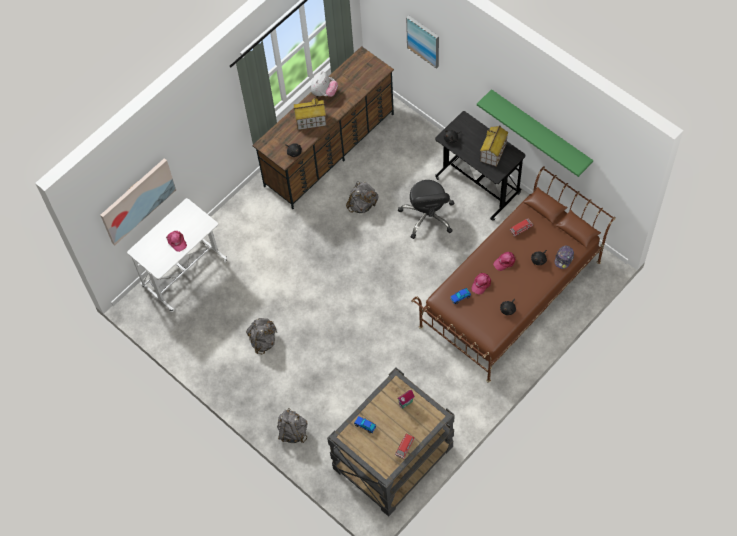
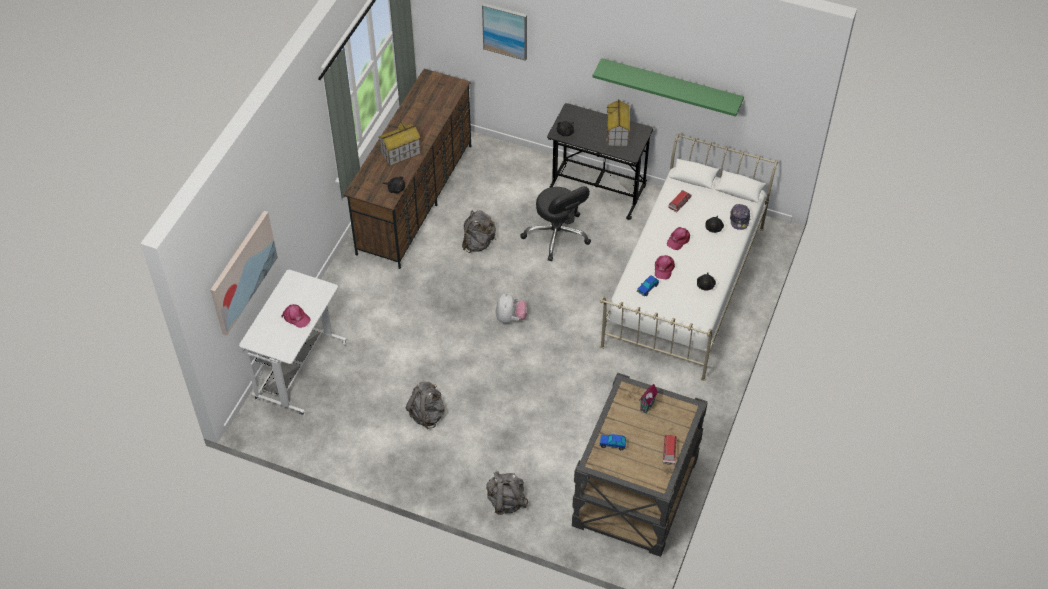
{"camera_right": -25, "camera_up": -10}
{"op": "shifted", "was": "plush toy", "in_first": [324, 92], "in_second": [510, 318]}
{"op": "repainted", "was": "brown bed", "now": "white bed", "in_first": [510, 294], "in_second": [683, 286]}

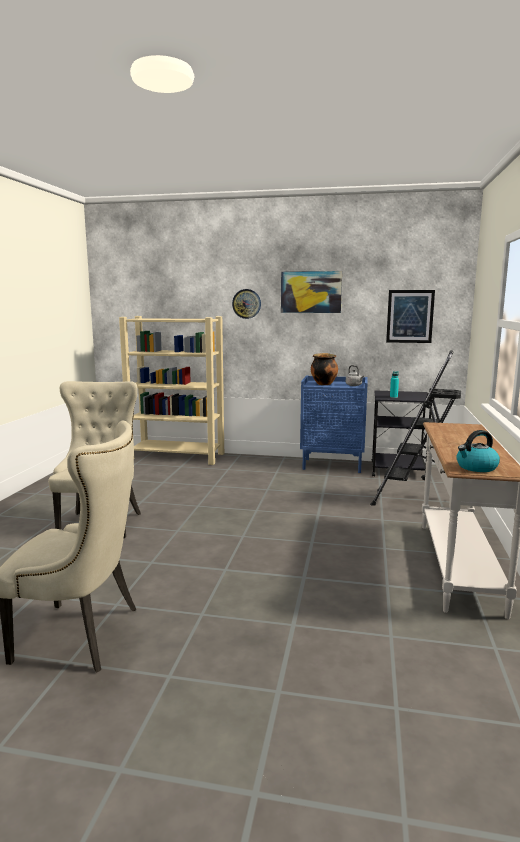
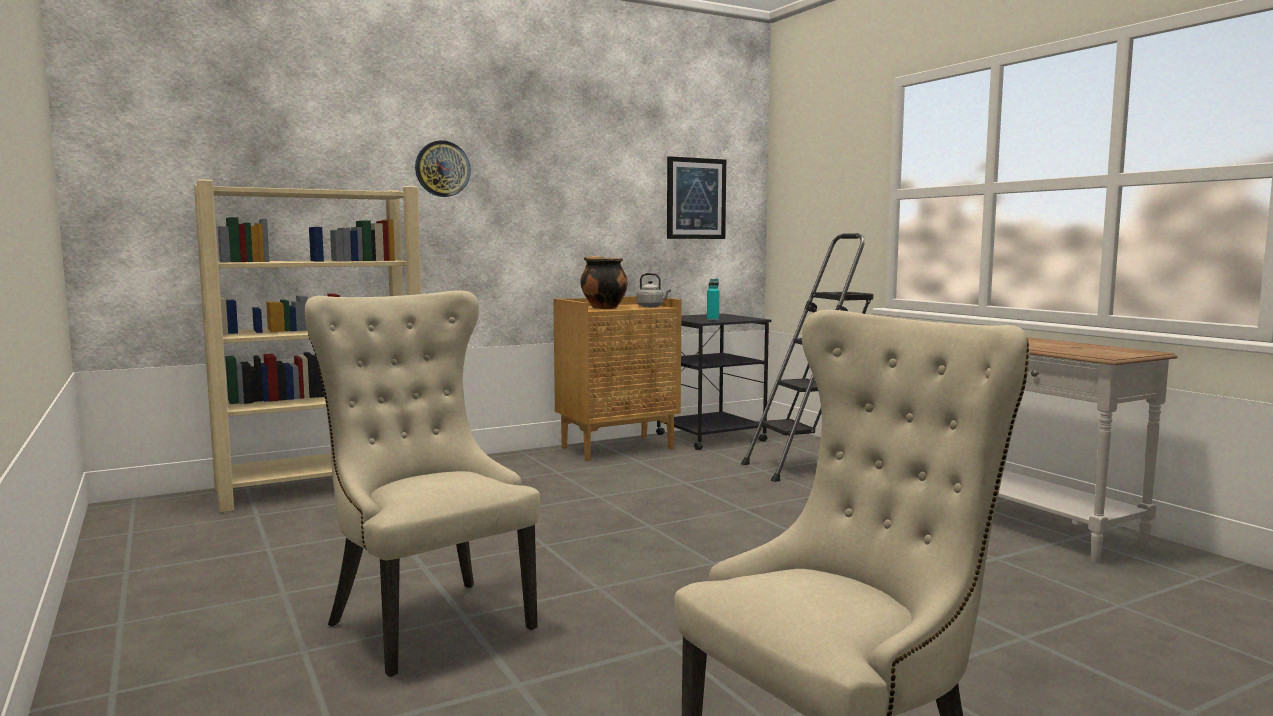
{"camera_right": -40, "camera_up": -5}
{"op": "gone", "was": "picture", "in_first": [311, 292]}
{"op": "repainted", "was": "blue cabinet", "now": "brown cabinet", "in_first": [333, 465], "in_second": [618, 448]}
{"op": "gone", "was": "kettle", "in_first": [476, 467]}

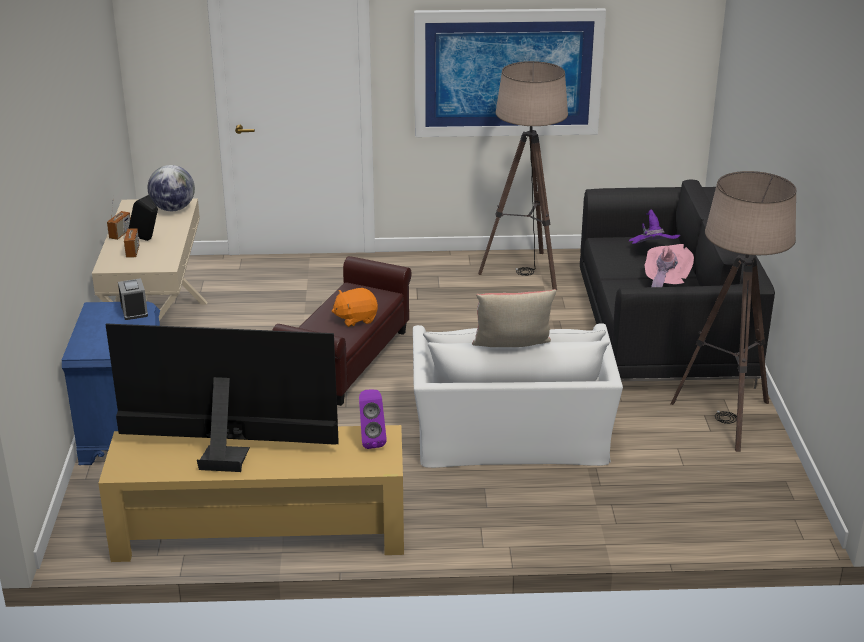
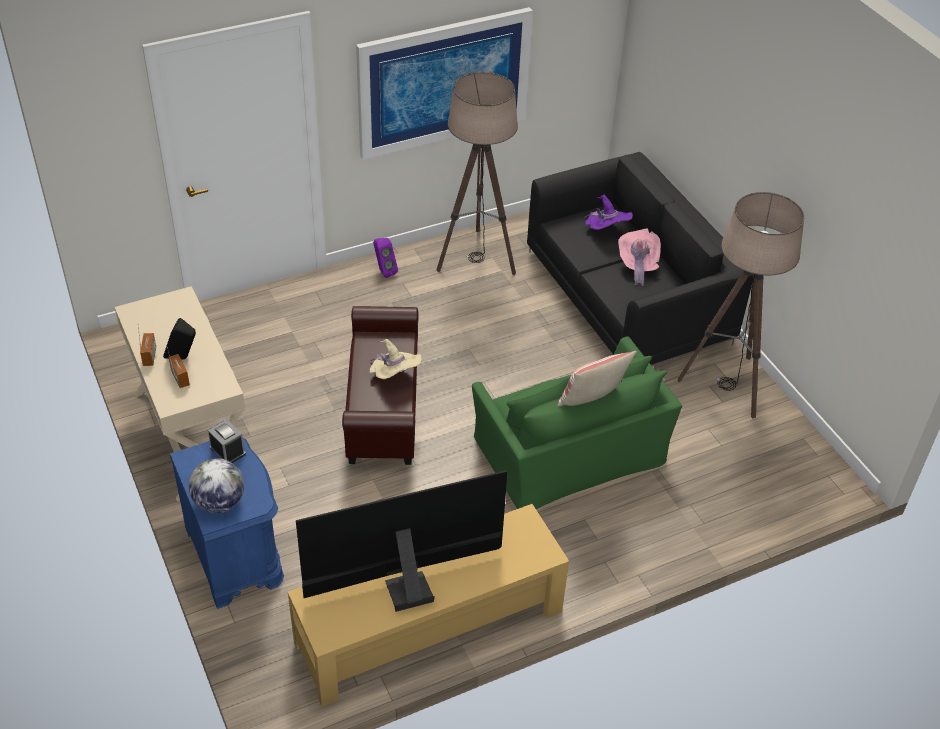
{"camera_right": -25, "camera_up": 15}
{"op": "shifted", "was": "globe", "in_first": [173, 209], "in_second": [219, 503]}
{"op": "swapped", "was": "orange plush toy", "now": "beige hat", "in_first": [355, 319], "in_second": [394, 376]}
{"op": "shifted", "was": "purple speaker", "in_first": [371, 440], "in_second": [384, 271]}
{"op": "repainted", "was": "white armchair", "now": "green armchair", "in_first": [510, 430], "in_second": [569, 449]}

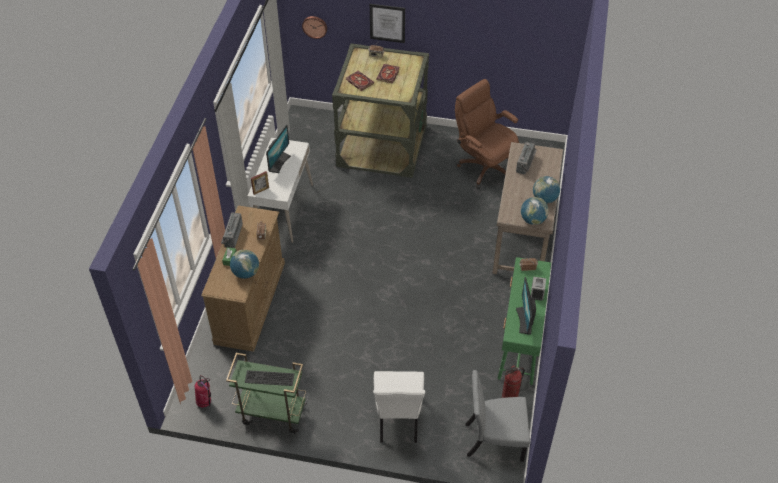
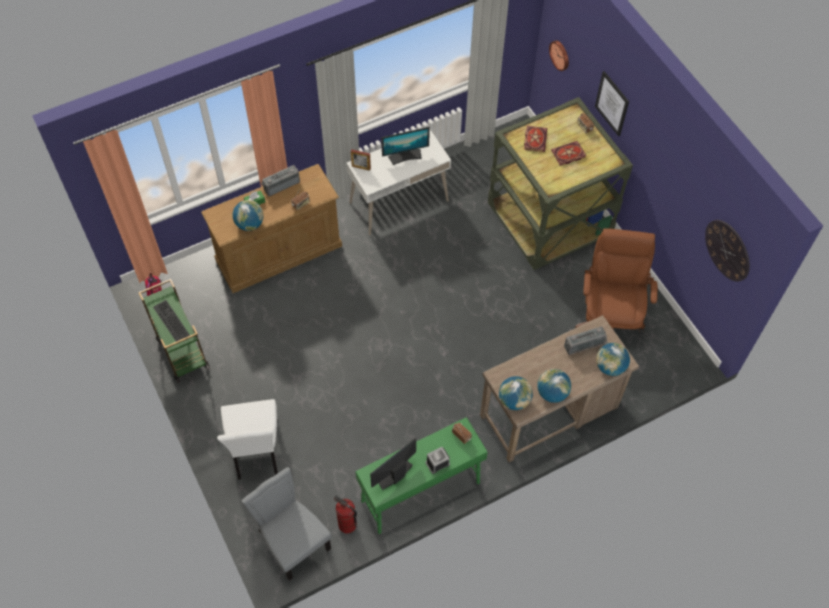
{"camera_right": 50, "camera_up": 10}
{"op": "rotated", "was": "white chair", "in_first": [398, 417], "in_second": [255, 448], "clockwise": -60}
{"op": "new", "now": "globe", "in_second": [610, 367]}
{"op": "new", "now": "wall clock", "in_second": [727, 250]}

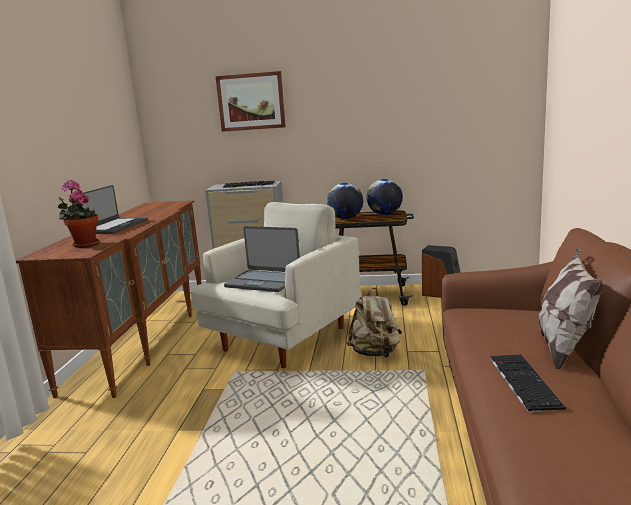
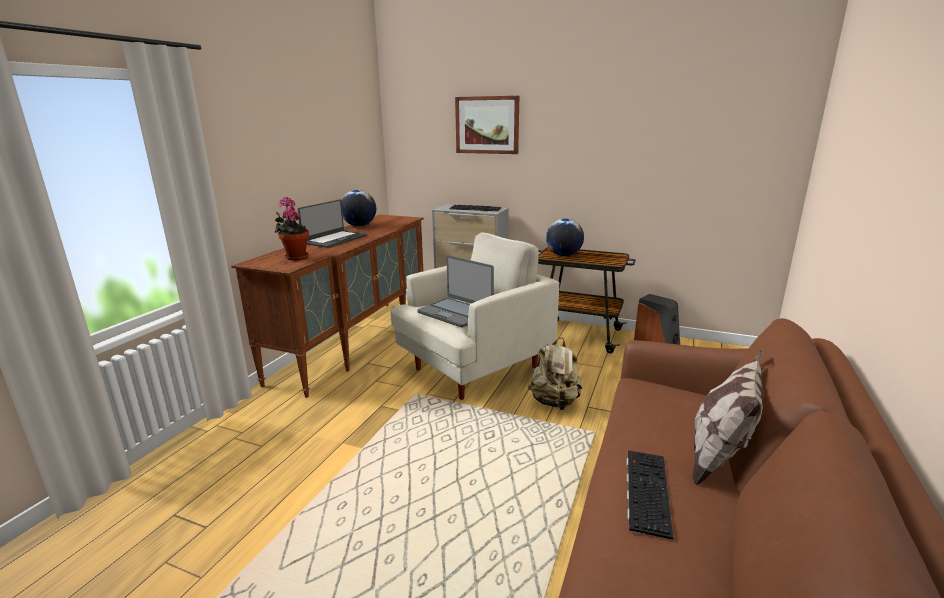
{"camera_right": 15, "camera_up": 5}
{"op": "shifted", "was": "globe", "in_first": [385, 214], "in_second": [359, 226]}

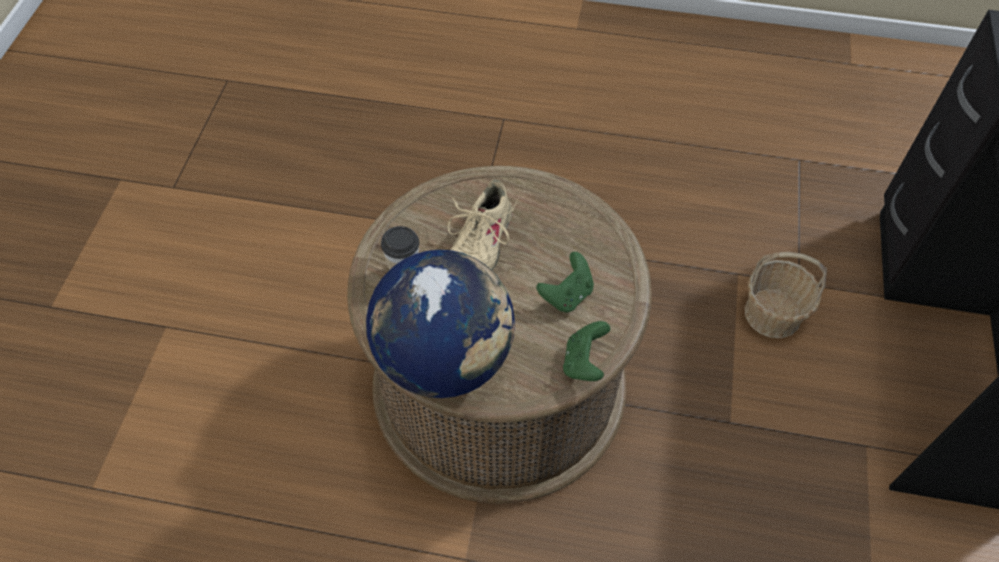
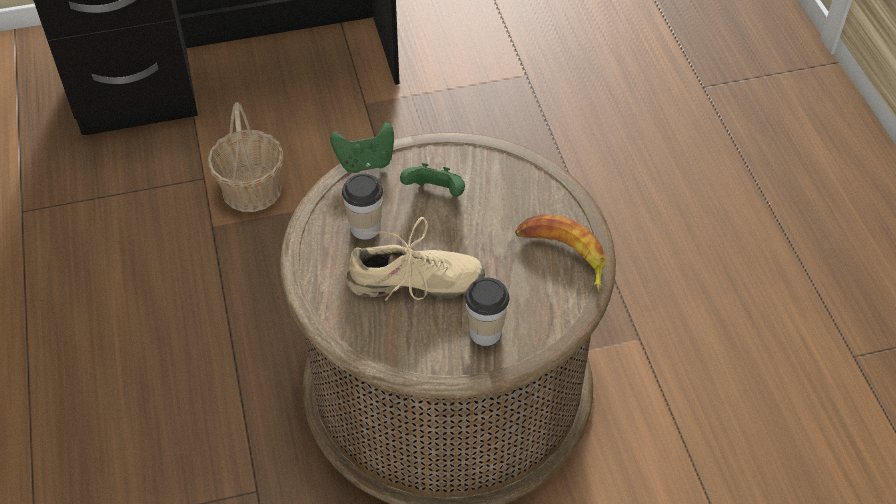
{"camera_right": -115, "camera_up": -5}
{"op": "swapped", "was": "globe", "now": "banana", "in_first": [445, 358], "in_second": [562, 255]}
{"op": "shifted", "was": "green game controller", "in_first": [584, 362], "in_second": [365, 162]}
{"op": "new", "now": "cup", "in_second": [365, 227]}

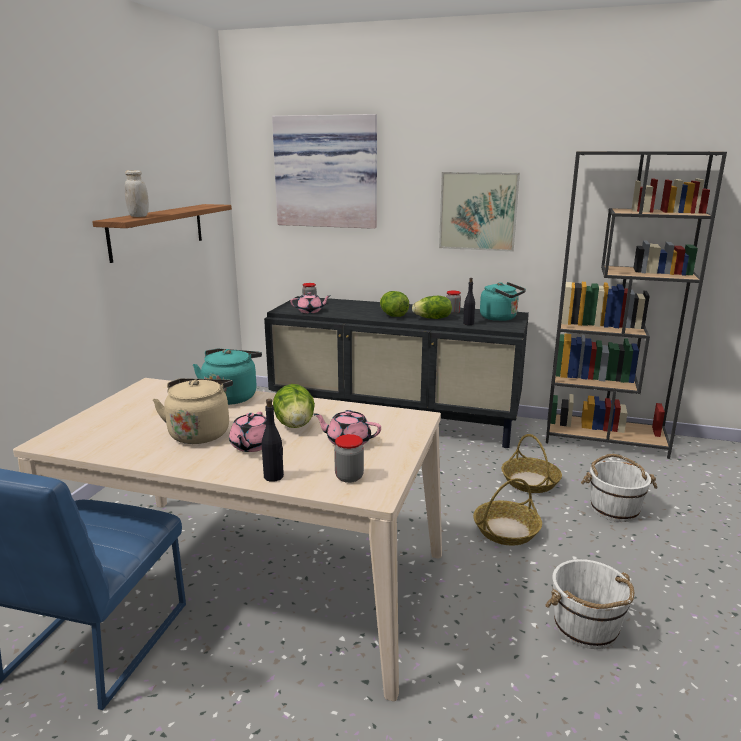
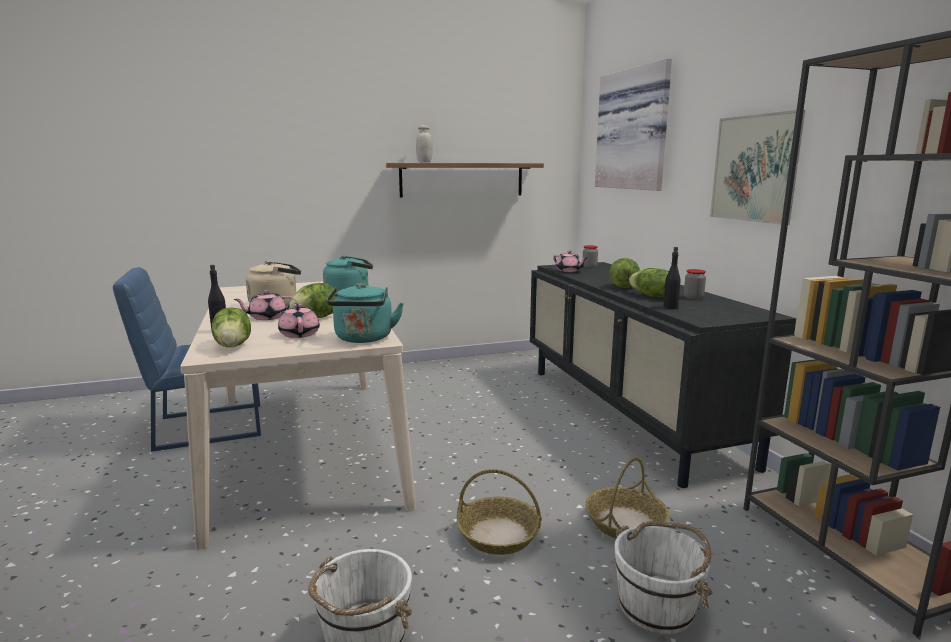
{"camera_right": 55, "camera_up": -5}
{"op": "swapped", "was": "jar", "now": "lettuce", "in_first": [349, 477], "in_second": [234, 345]}
{"op": "shifted", "was": "turquoise kettle", "in_first": [500, 318], "in_second": [363, 339]}

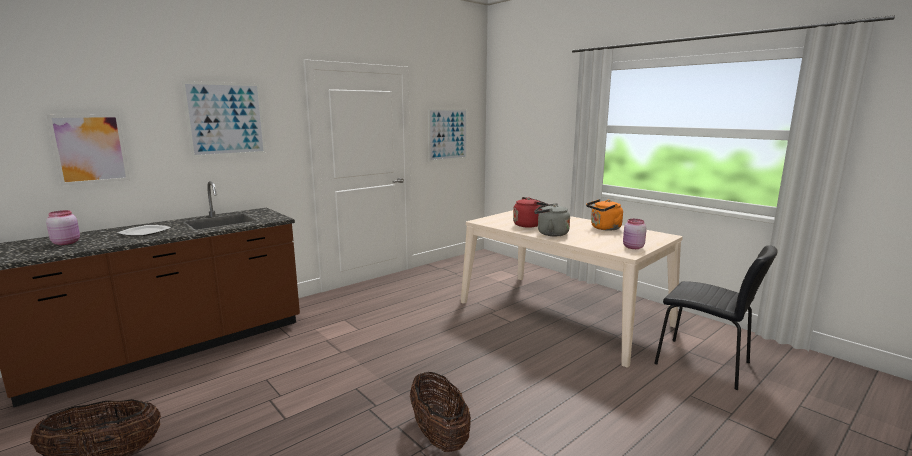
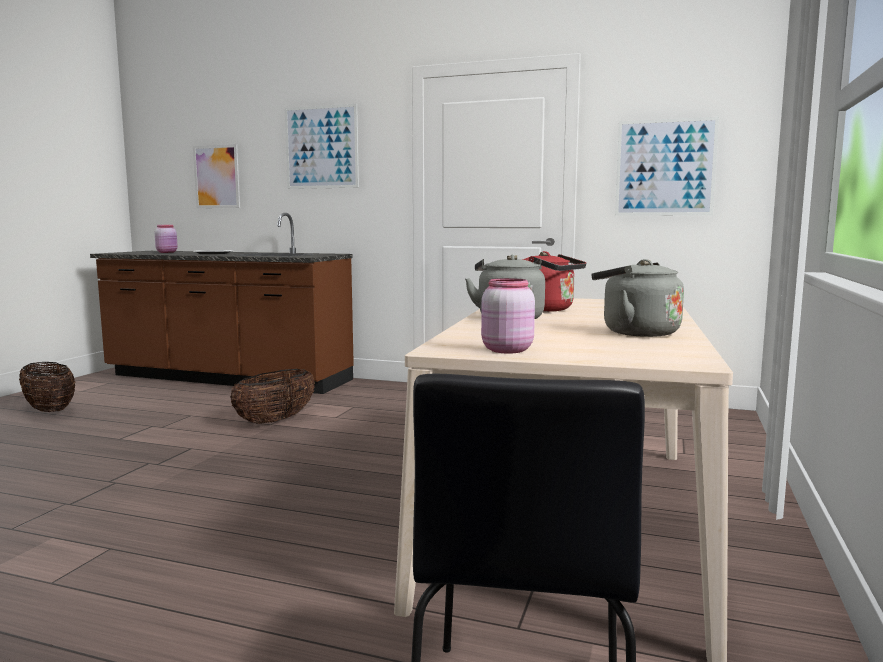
{"camera_right": 60, "camera_up": -5}
{"op": "shifted", "was": "basket", "in_first": [439, 435], "in_second": [275, 420]}
{"op": "repainted", "was": "orange kettle", "now": "grey kettle", "in_first": [604, 228], "in_second": [635, 332]}

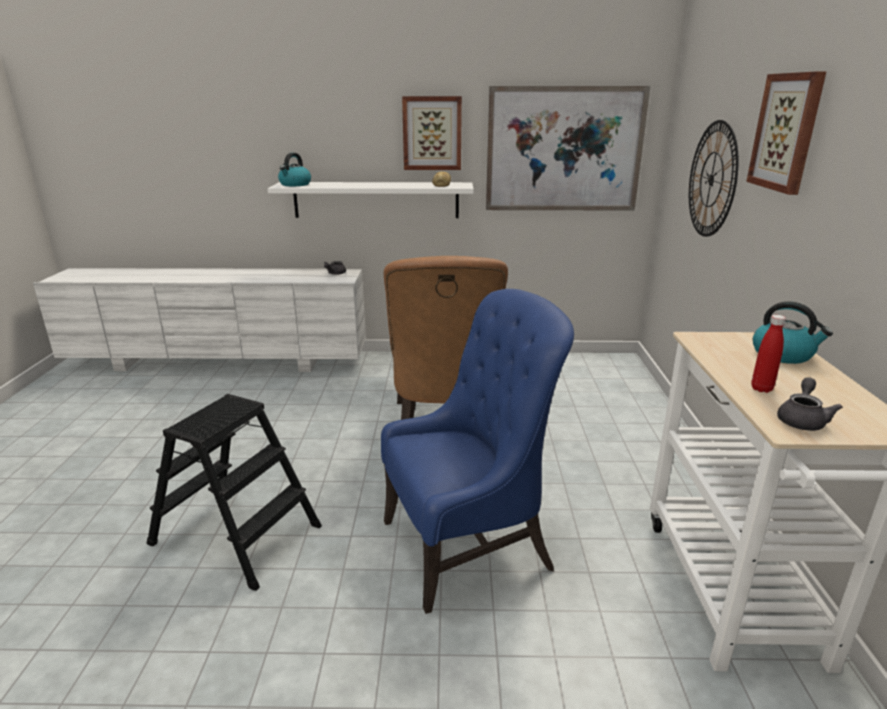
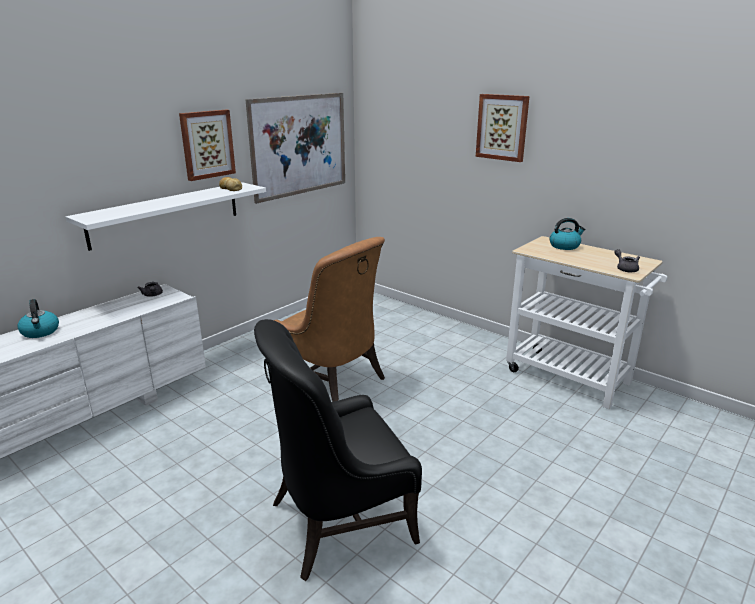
{"camera_right": -50, "camera_up": 0}
{"op": "swapped", "was": "black step ladder", "now": "black chair", "in_first": [235, 534], "in_second": [339, 521]}
{"op": "shifted", "was": "kettle", "in_first": [295, 184], "in_second": [40, 332]}
{"op": "gone", "was": "blue chair", "in_first": [468, 545]}
{"op": "gone", "was": "wall clock", "in_first": [711, 179]}
{"op": "gone", "was": "red bottle", "in_first": [761, 389]}

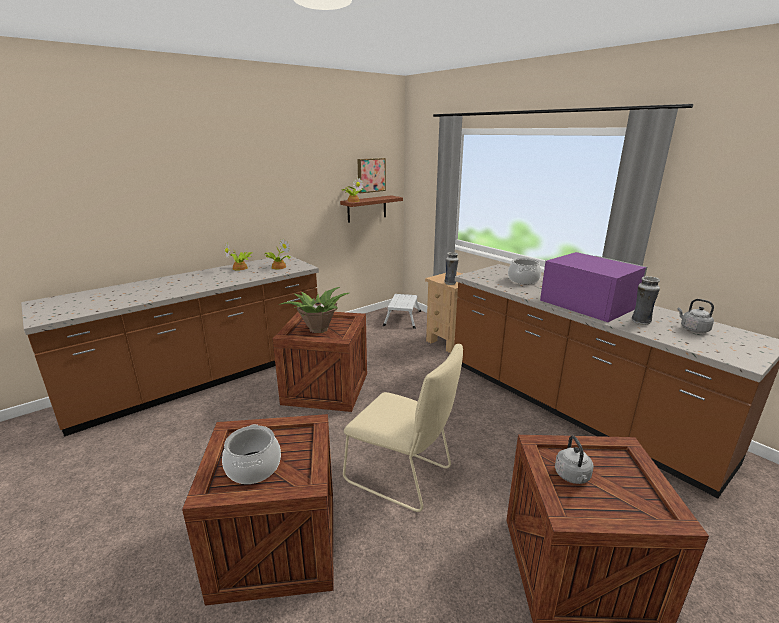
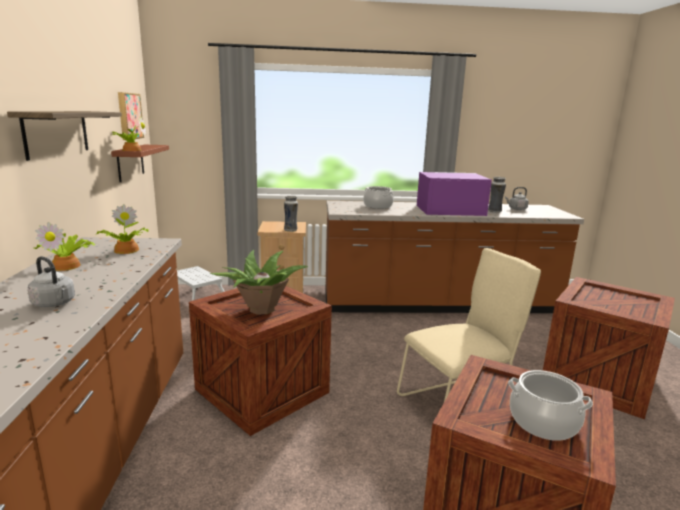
{"camera_right": -55, "camera_up": -5}
{"op": "shifted", "was": "grey kettle", "in_first": [572, 477], "in_second": [55, 303]}
{"op": "new", "now": "shelf", "in_second": [57, 133]}

